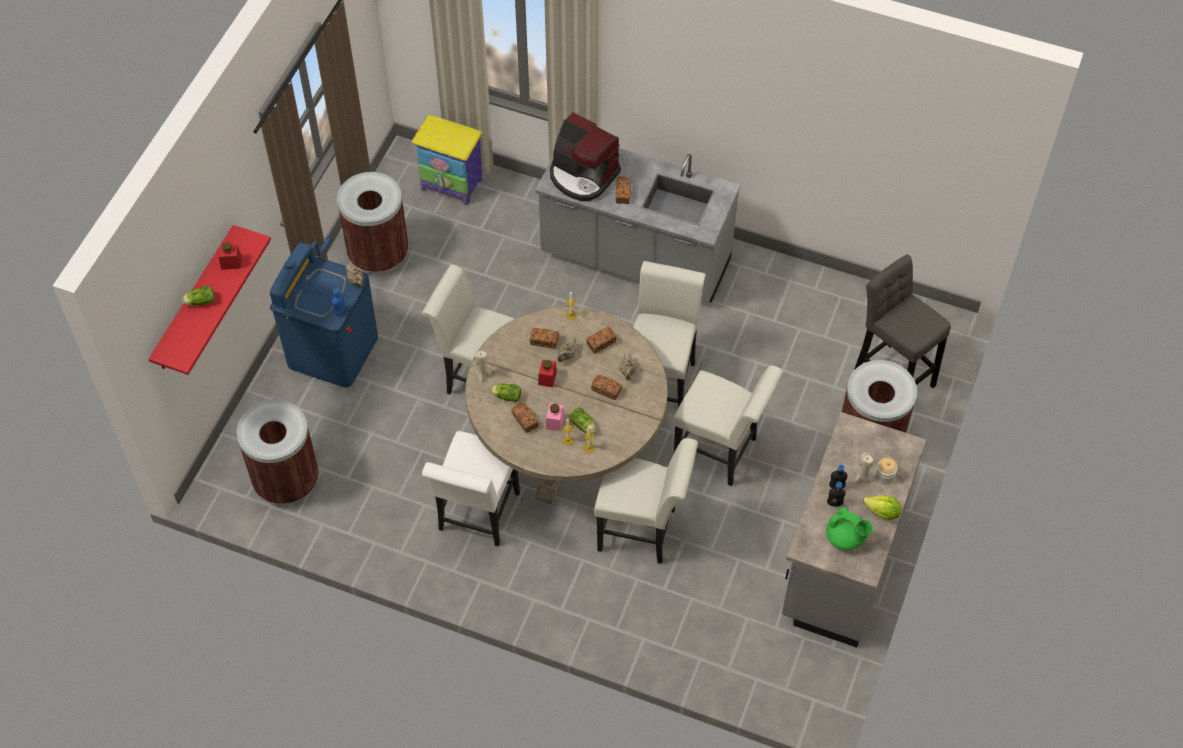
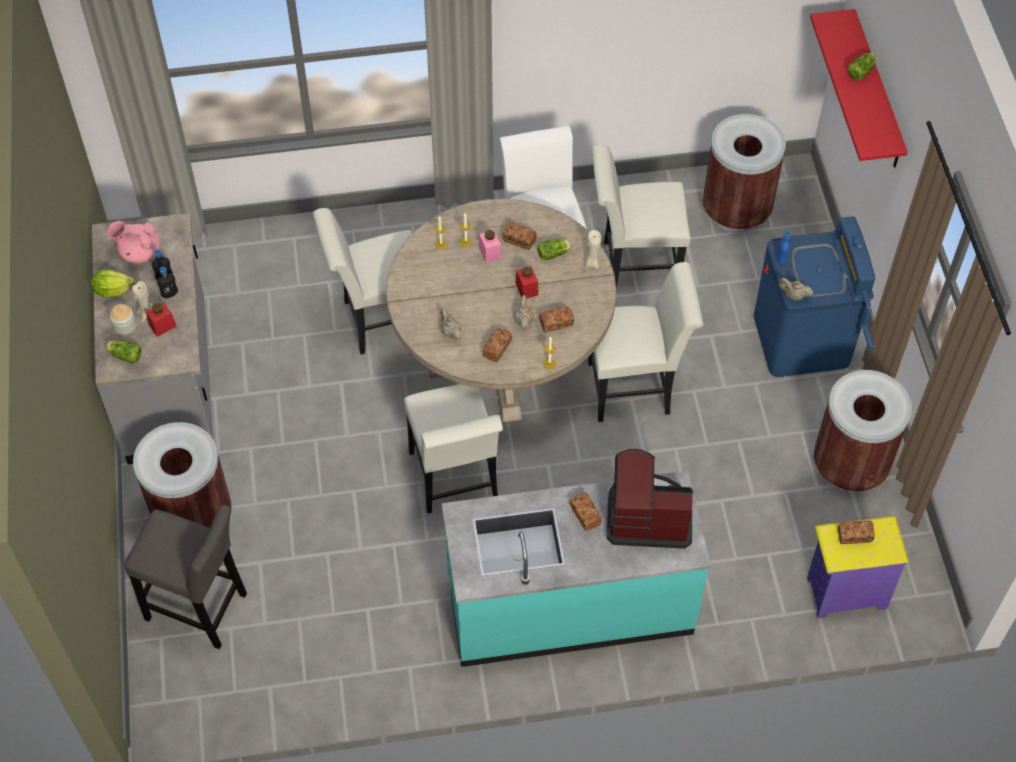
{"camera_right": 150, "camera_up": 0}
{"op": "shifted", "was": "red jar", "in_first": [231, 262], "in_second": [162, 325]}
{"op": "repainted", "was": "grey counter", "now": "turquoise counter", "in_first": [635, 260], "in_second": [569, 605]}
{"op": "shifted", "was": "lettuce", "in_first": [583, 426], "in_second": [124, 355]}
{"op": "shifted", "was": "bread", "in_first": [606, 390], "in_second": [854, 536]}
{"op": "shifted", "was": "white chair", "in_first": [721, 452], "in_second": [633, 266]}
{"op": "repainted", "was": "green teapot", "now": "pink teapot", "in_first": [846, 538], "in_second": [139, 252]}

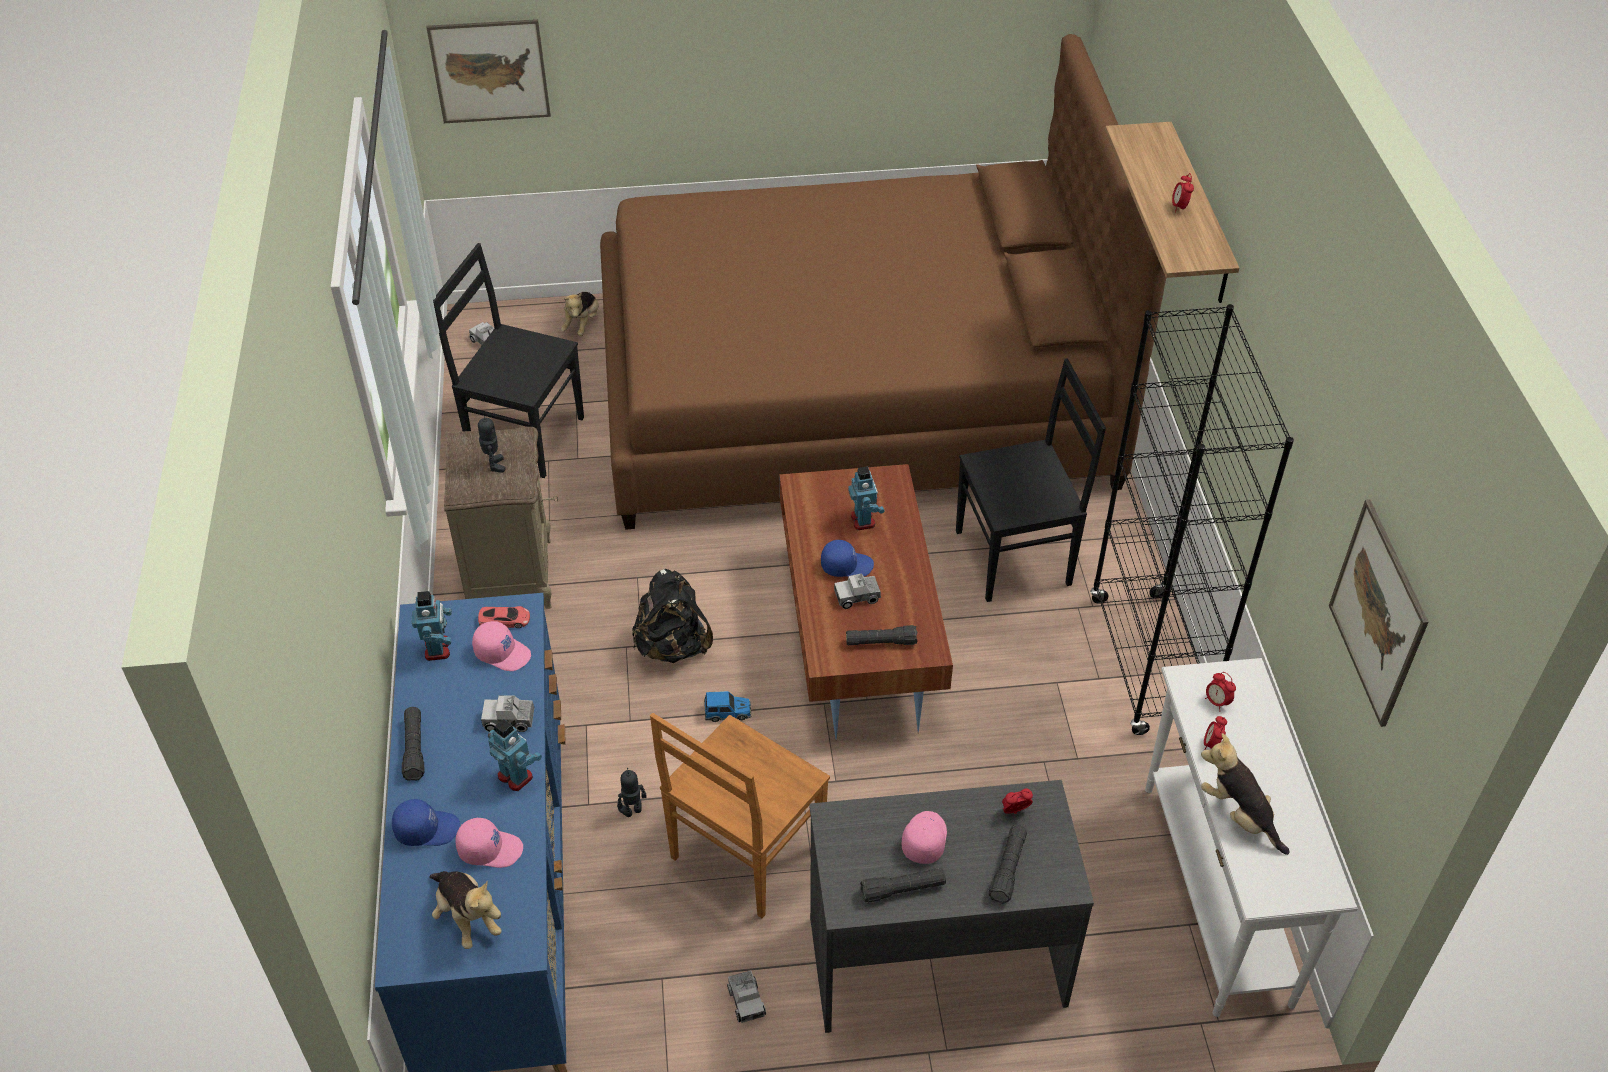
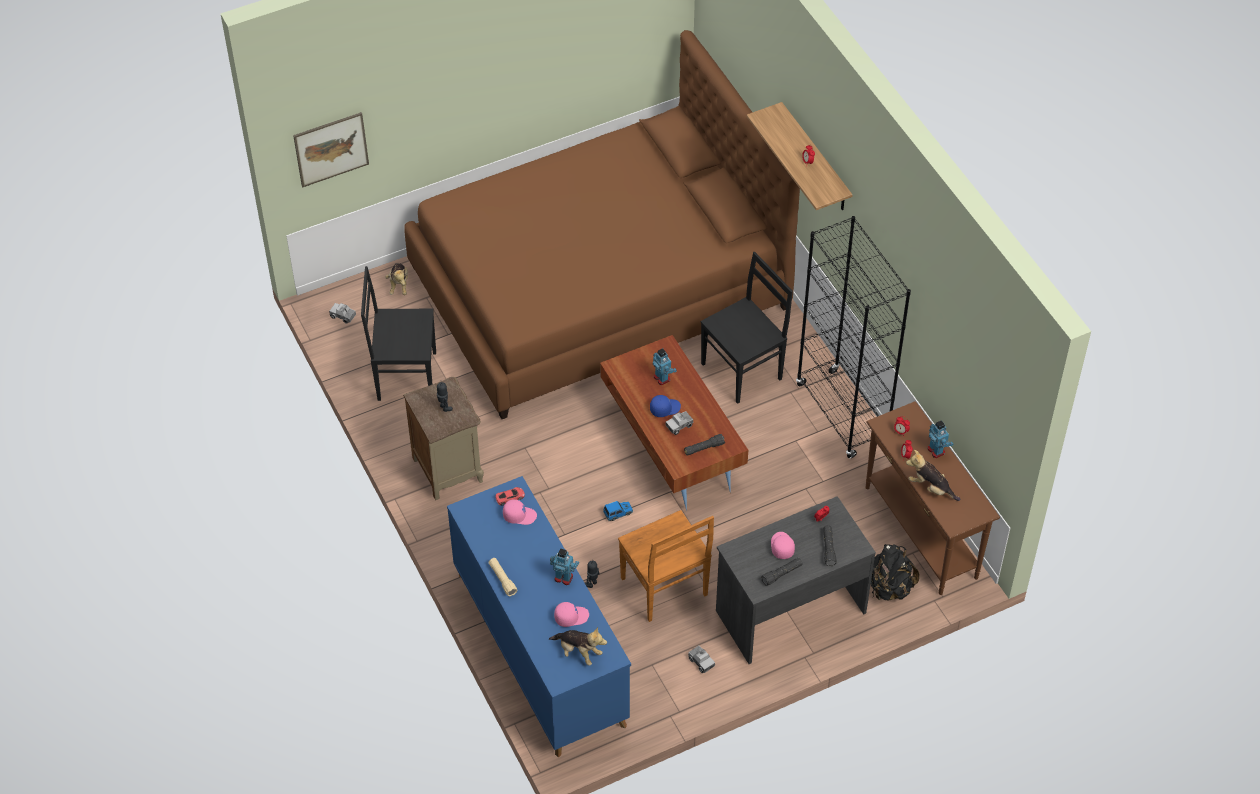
{"camera_right": -20, "camera_up": 5}
{"op": "gone", "was": "blue cap", "in_first": [427, 828]}
{"op": "repainted", "was": "black flashlight", "now": "beige flashlight", "in_first": [414, 749], "in_second": [502, 579]}
{"op": "shifted", "was": "toy robot", "in_first": [438, 649], "in_second": [936, 450]}
{"op": "gone", "was": "toy truck", "in_first": [509, 720]}
{"op": "shifted", "was": "black backpack", "in_first": [672, 645], "in_second": [889, 587]}
{"op": "rotated", "was": "brown chair", "in_first": [744, 855], "in_second": [665, 588], "clockwise": -45}
{"op": "repainted", "was": "white console table", "now": "brown console table", "in_first": [1219, 894], "in_second": [922, 532]}
{"op": "gone", "was": "picture", "in_first": [1377, 613]}

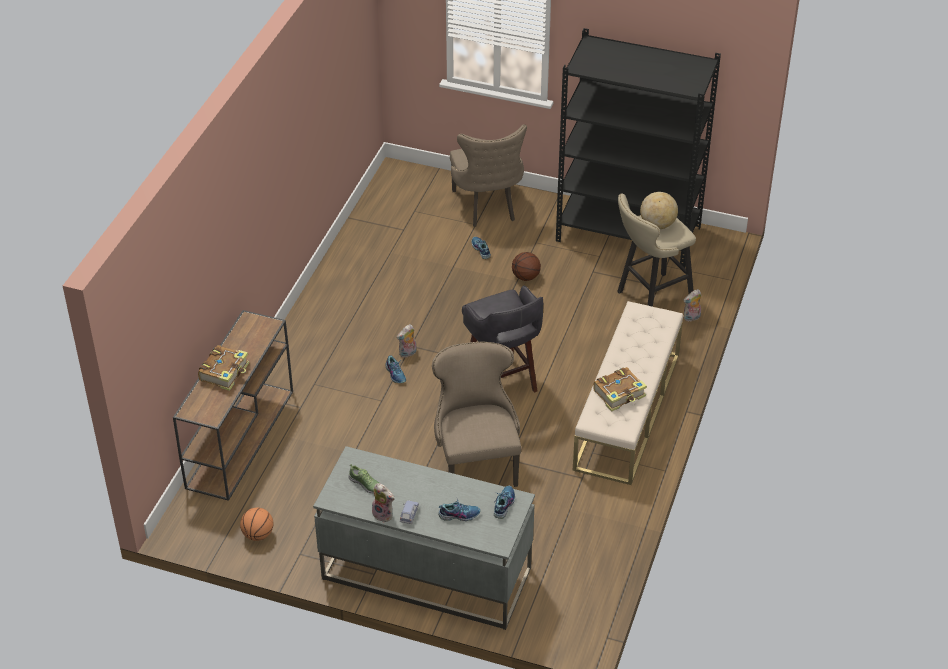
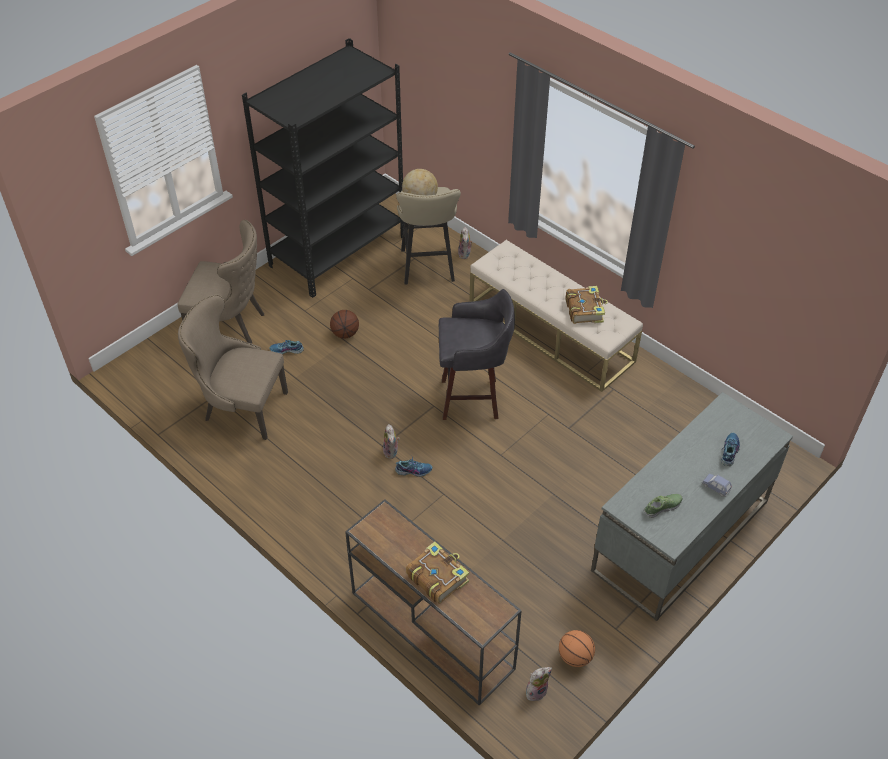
{"camera_right": -65, "camera_up": 5}
{"op": "shifted", "was": "plush toy", "in_first": [384, 514], "in_second": [536, 690]}
{"op": "shifted", "was": "beige chair", "in_first": [476, 462], "in_second": [242, 408]}
{"op": "gone", "was": "shoe", "in_first": [503, 504]}

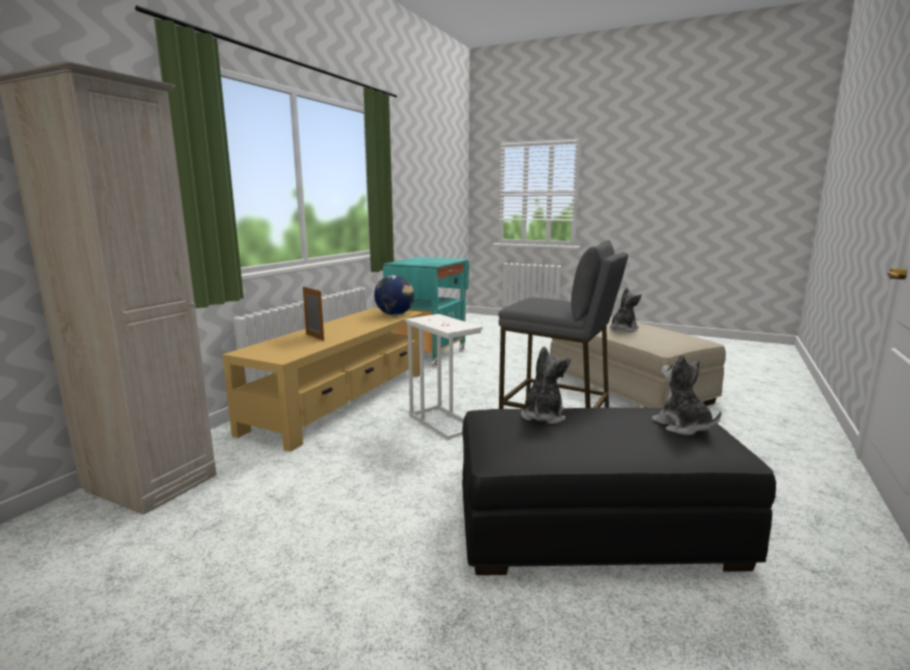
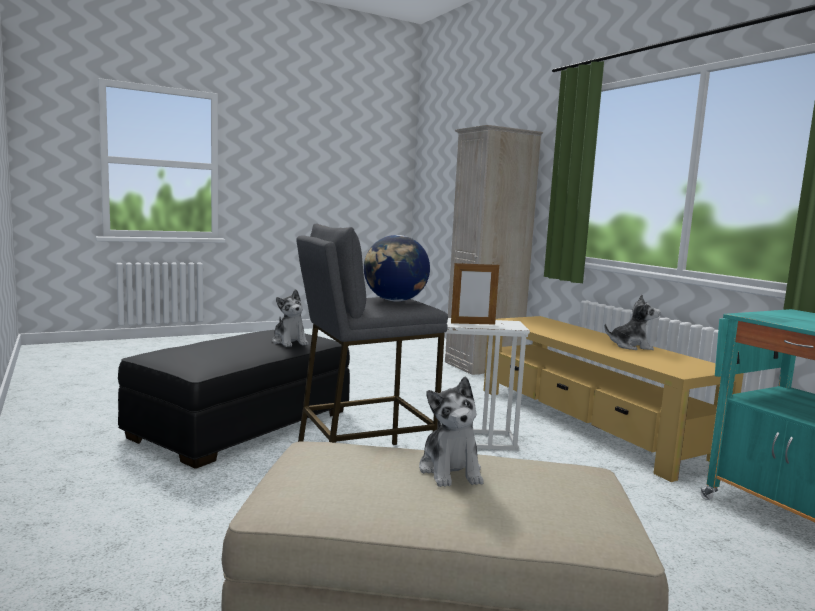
{"camera_right": 125, "camera_up": -5}
{"op": "shifted", "was": "picture frame", "in_first": [314, 337], "in_second": [473, 323]}
{"op": "shifted", "was": "globe", "in_first": [395, 314], "in_second": [395, 301]}
{"op": "shifted", "was": "plush toy", "in_first": [682, 426], "in_second": [631, 346]}

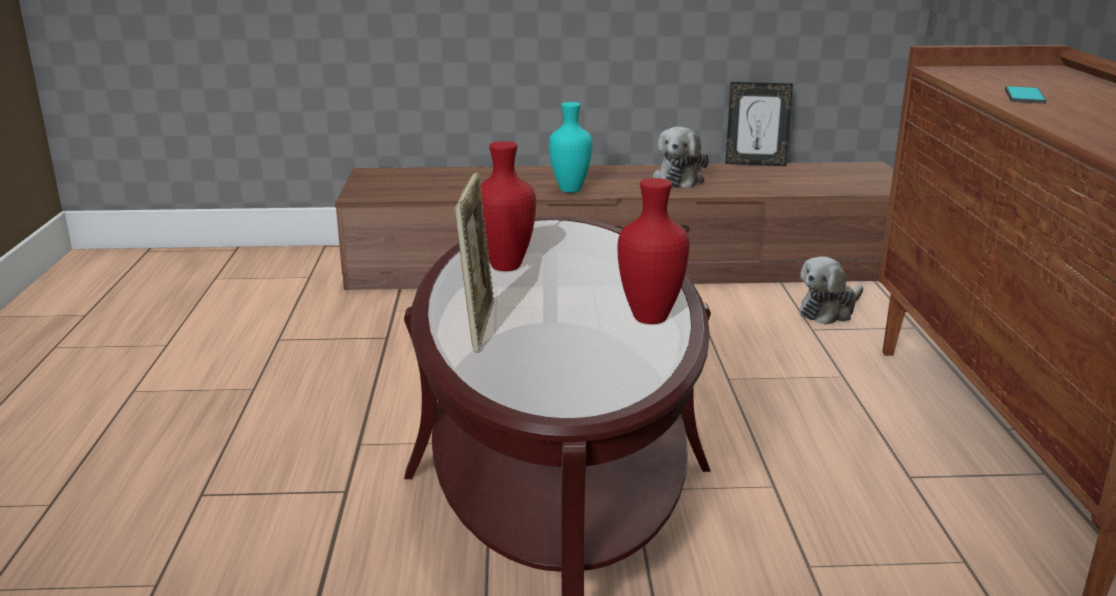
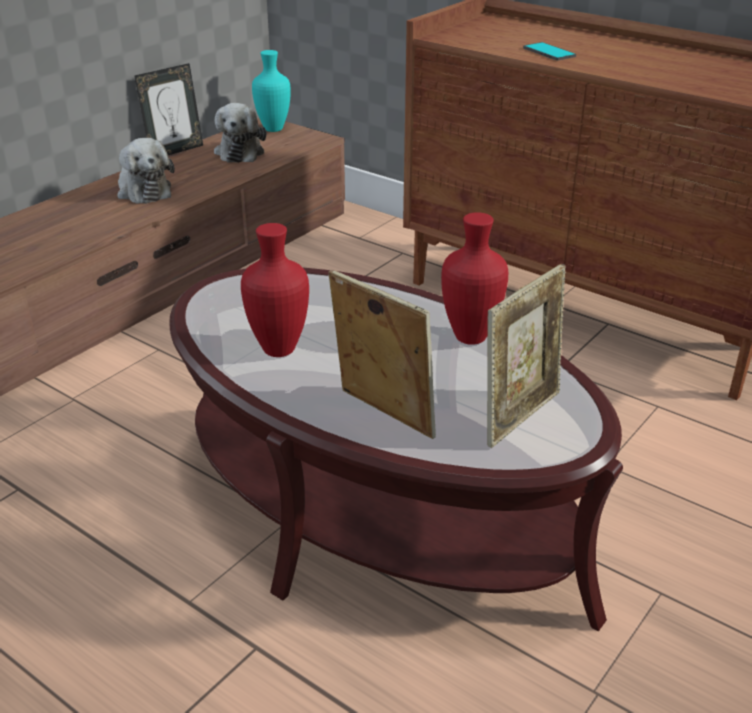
{"camera_right": -50, "camera_up": 10}
{"op": "shifted", "was": "turquoise vase", "in_first": [571, 190], "in_second": [275, 129]}
{"op": "shifted", "was": "plush toy", "in_first": [829, 311], "in_second": [240, 151]}
{"op": "new", "now": "picture frame", "in_second": [520, 416]}

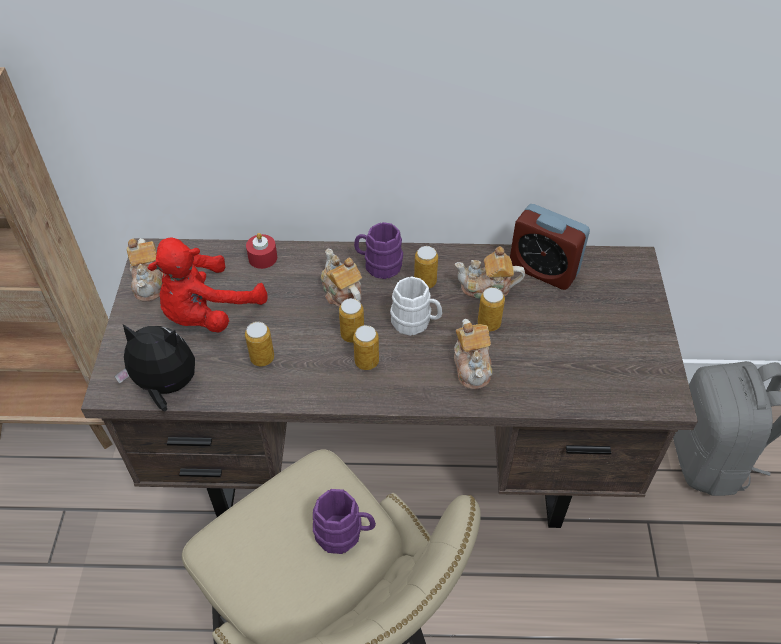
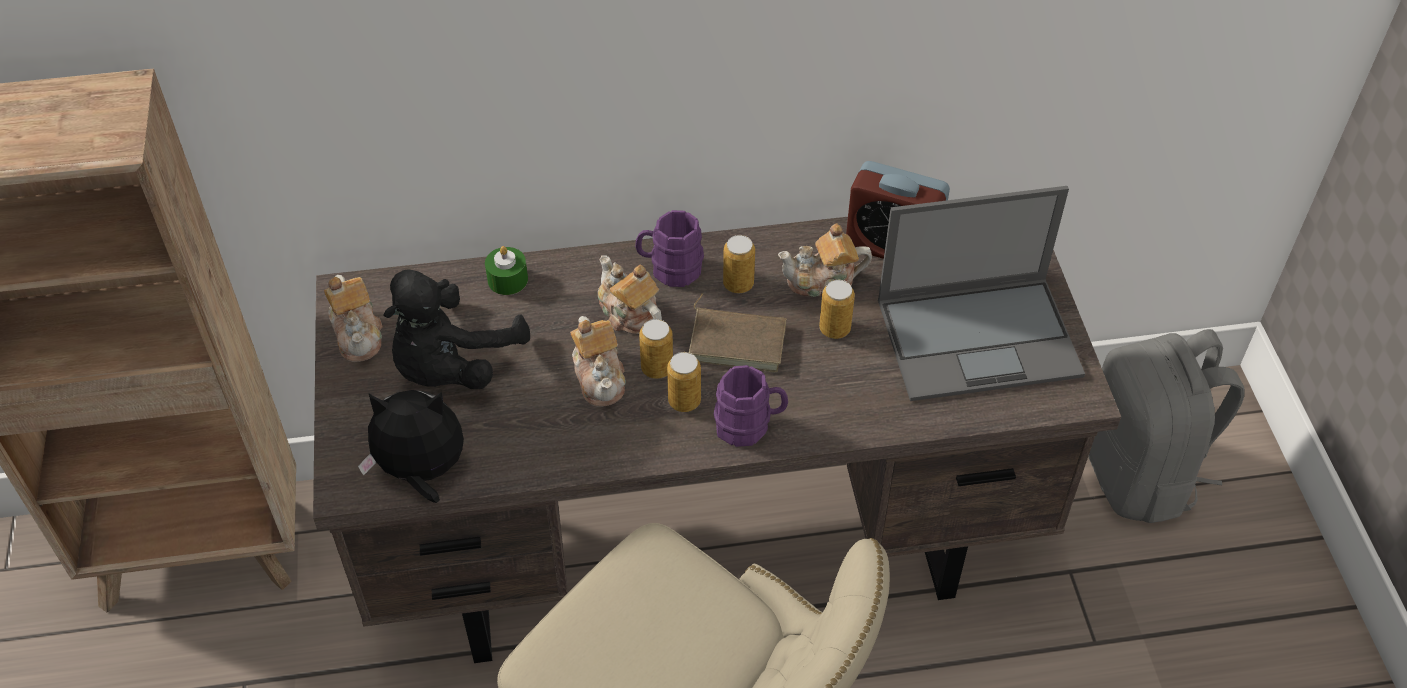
{"camera_right": -10, "camera_up": 0}
{"op": "repainted", "was": "red plush toy", "now": "black plush toy", "in_first": [208, 313], "in_second": [452, 365]}
{"op": "gone", "was": "can", "in_first": [262, 358]}
{"op": "repainted", "was": "red candle", "now": "green candle", "in_first": [262, 258], "in_second": [507, 279]}
{"op": "shifted", "was": "purple mug", "in_first": [345, 534], "in_second": [750, 425]}
{"op": "swapped", "was": "white mug", "now": "brown book", "in_first": [416, 323], "in_second": [738, 340]}
{"op": "shifted", "was": "teapot", "in_first": [472, 366], "in_second": [600, 377]}
{"op": "new", "now": "laptop", "in_second": [980, 337]}

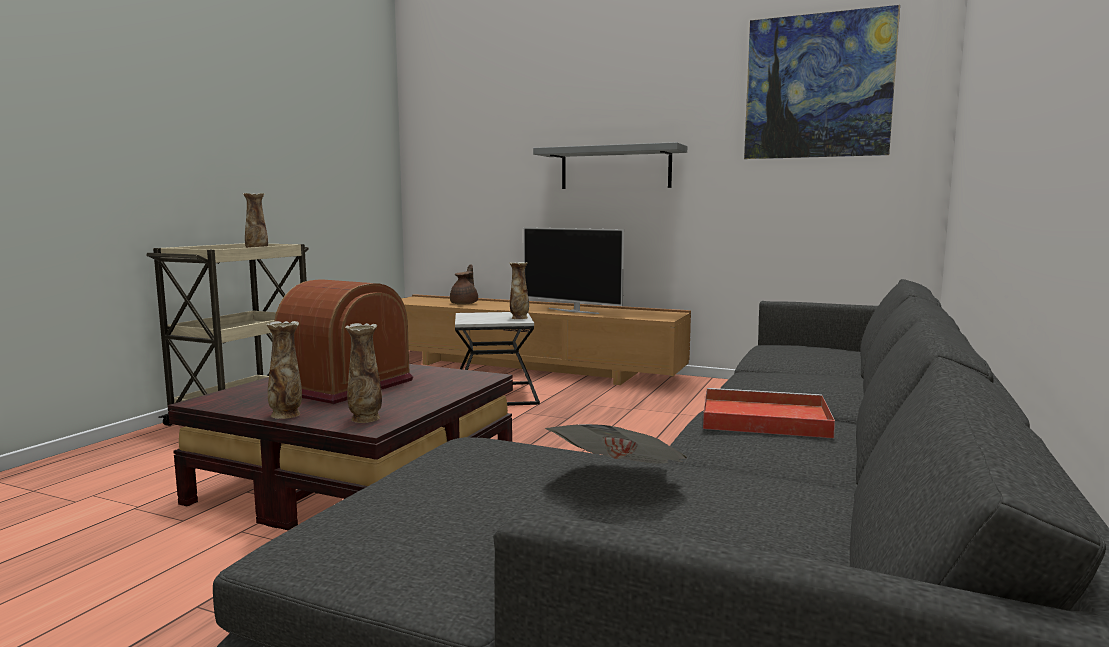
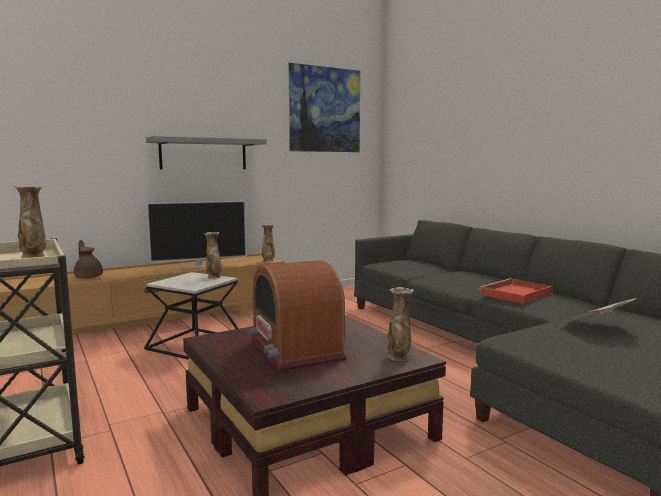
{"camera_right": -55, "camera_up": 0}
{"op": "shifted", "was": "vase", "in_first": [286, 415], "in_second": [268, 261]}

